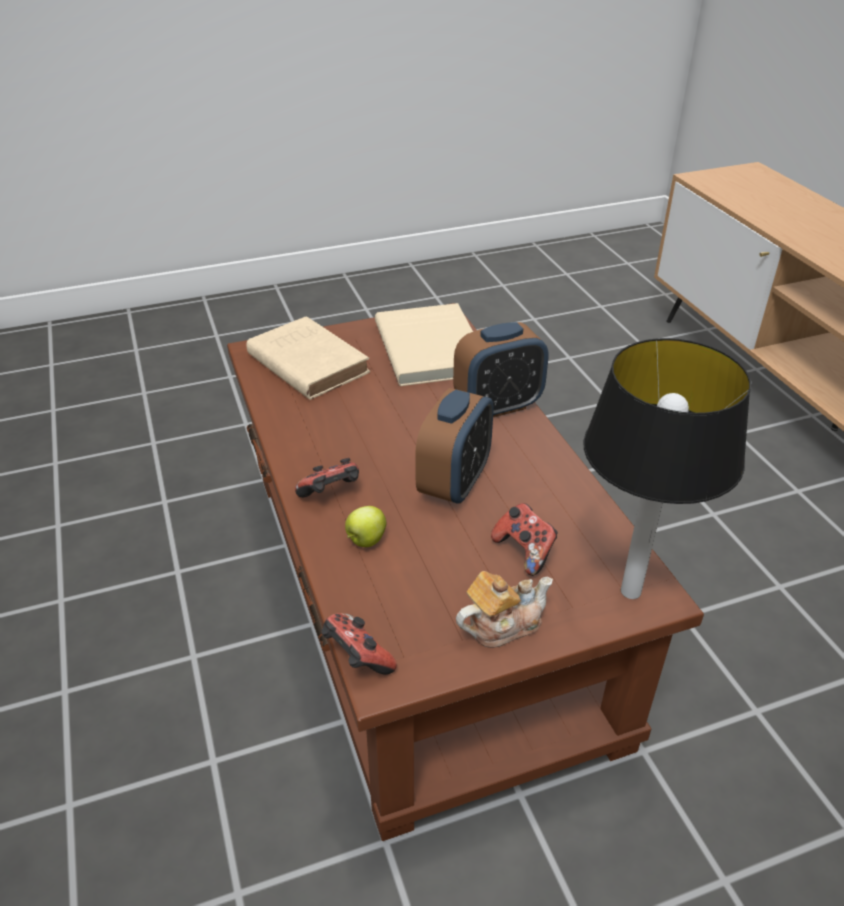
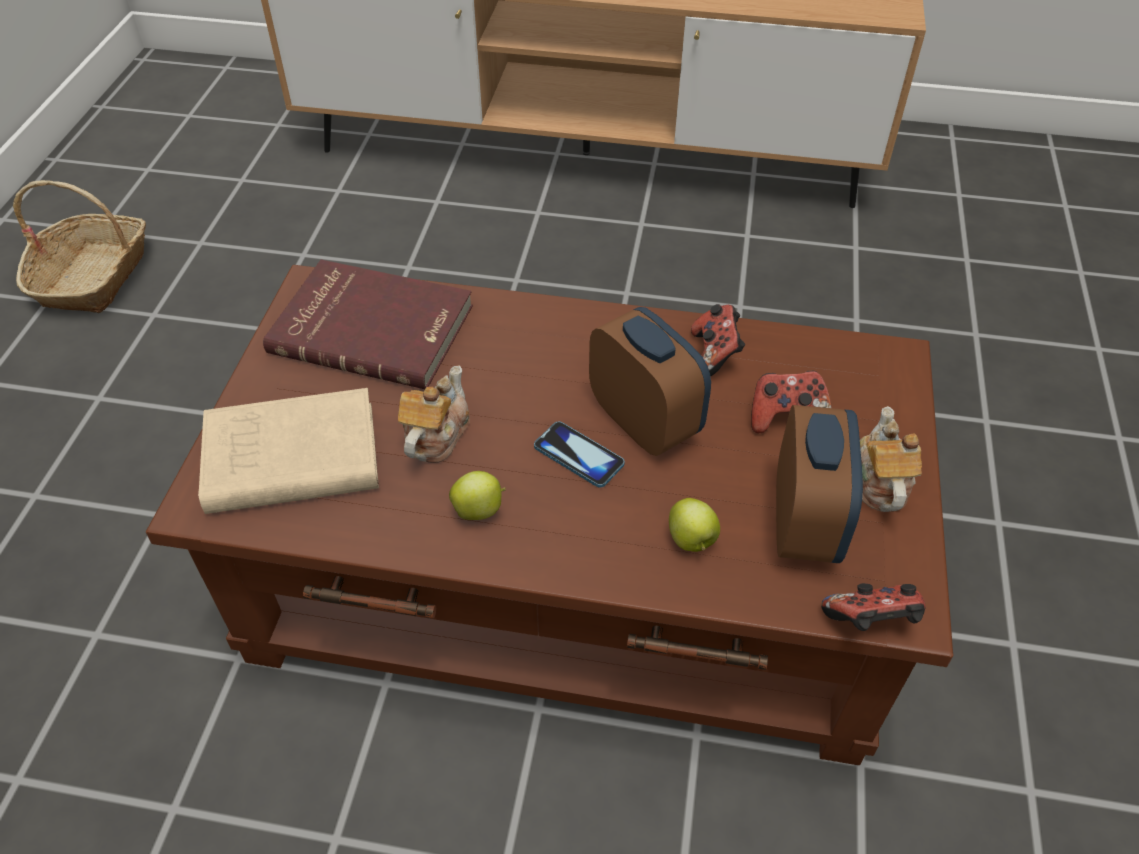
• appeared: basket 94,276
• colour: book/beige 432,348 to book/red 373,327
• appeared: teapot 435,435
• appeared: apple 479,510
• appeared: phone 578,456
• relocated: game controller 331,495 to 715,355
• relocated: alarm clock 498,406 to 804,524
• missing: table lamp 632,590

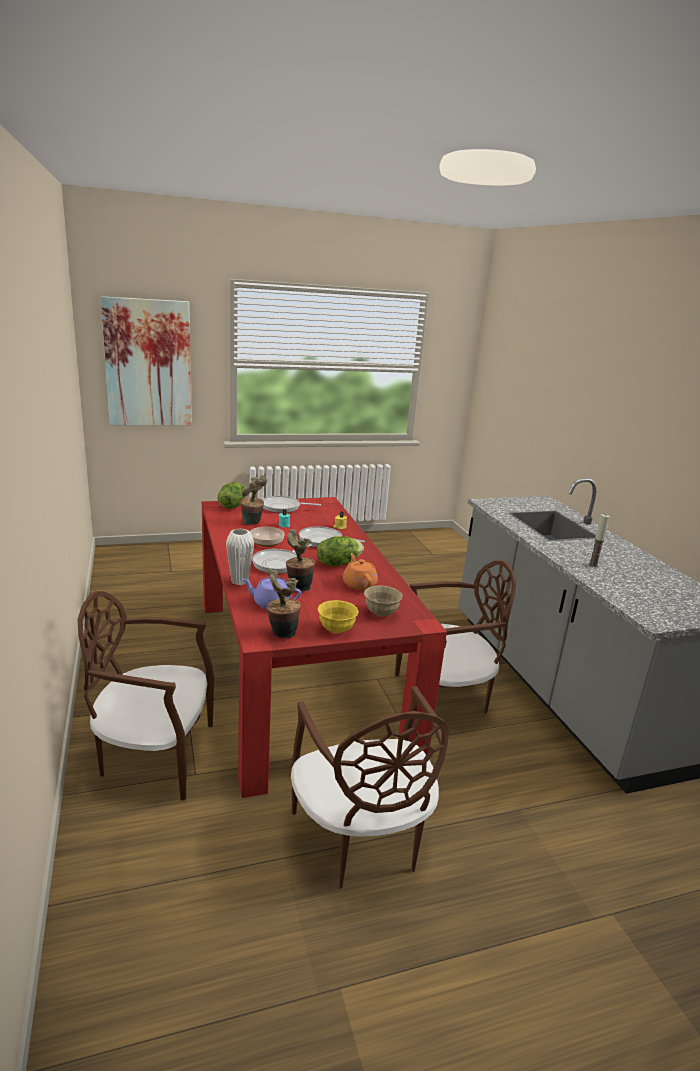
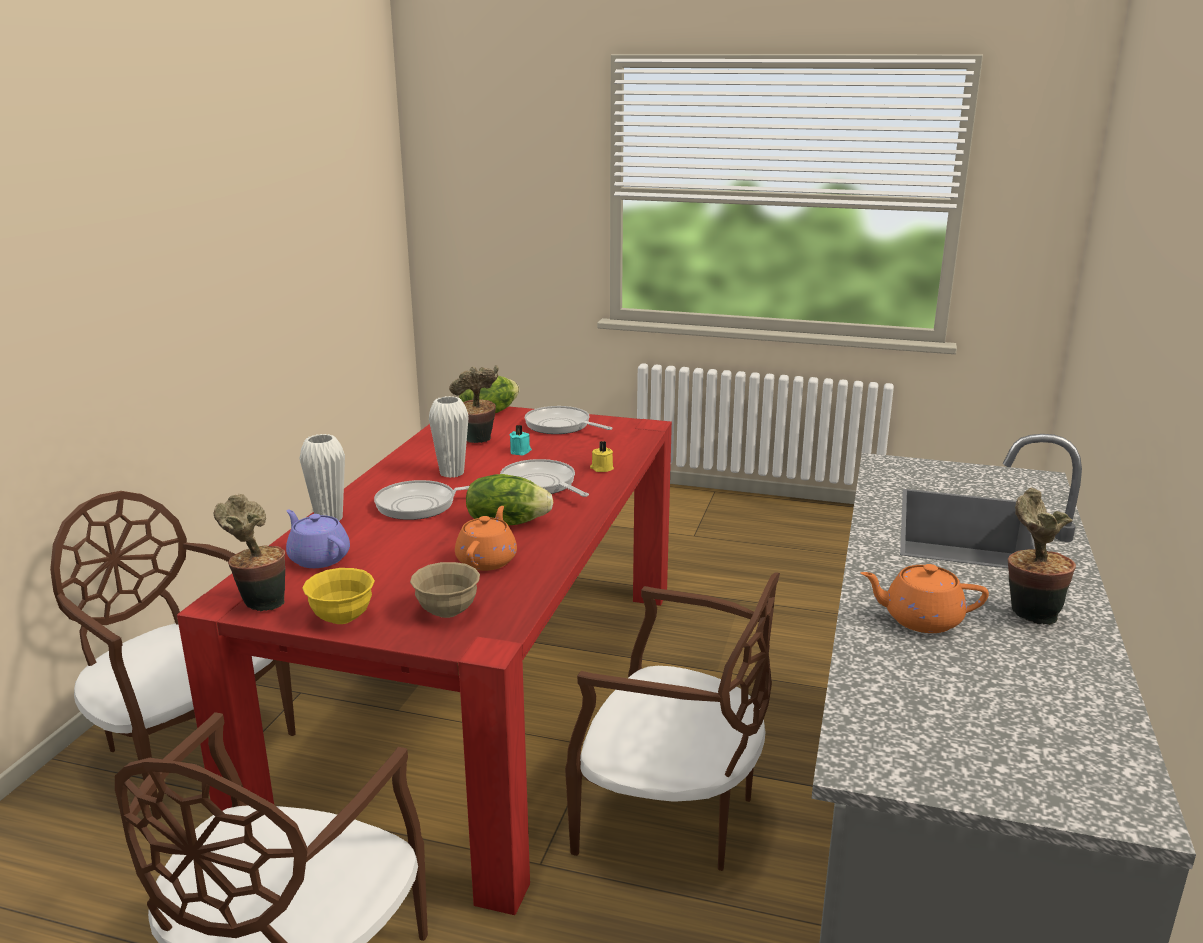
• exchanged: bowl 267,543 to vase/white 452,473
• exchanged: candle 593,565 to teapot/orange 920,619
• relocated: potted plant 298,587 to 1028,613
• missing: picture 148,363

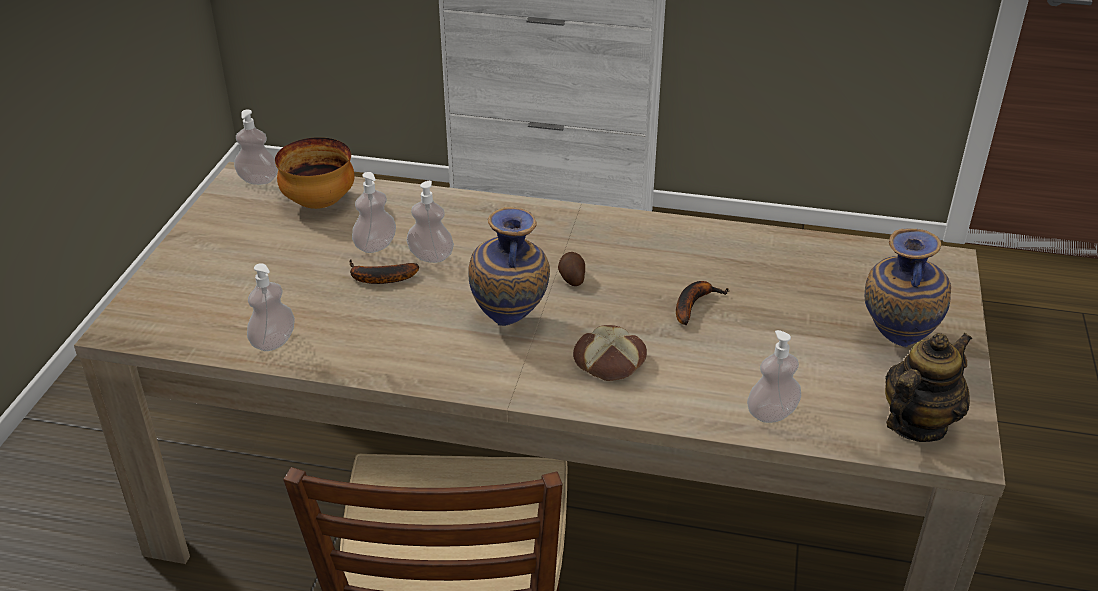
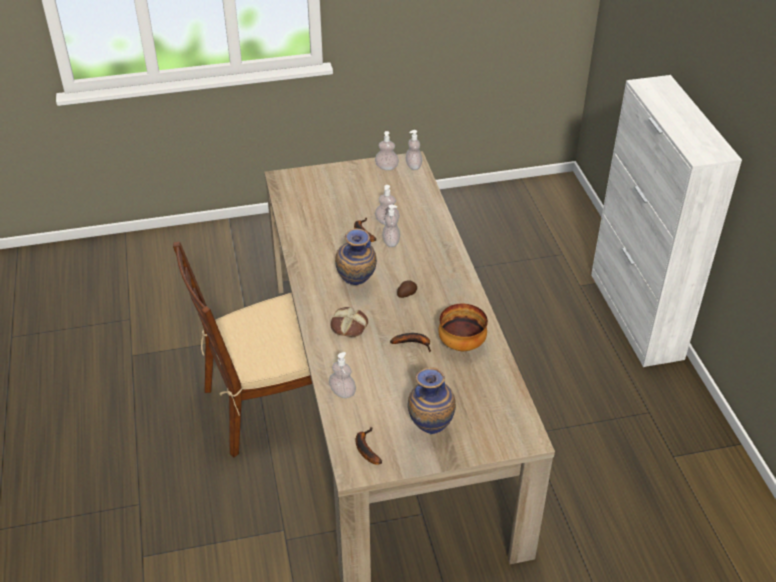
• exchanged: teapot 916,424 to banana 365,448
• relocated: soap dispenser 273,342 to 386,167
• relocated: bowl 319,203 to 461,344

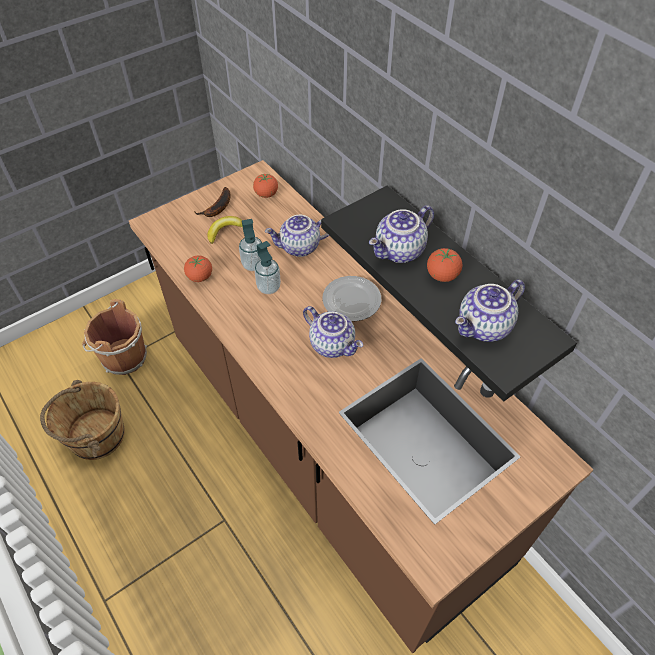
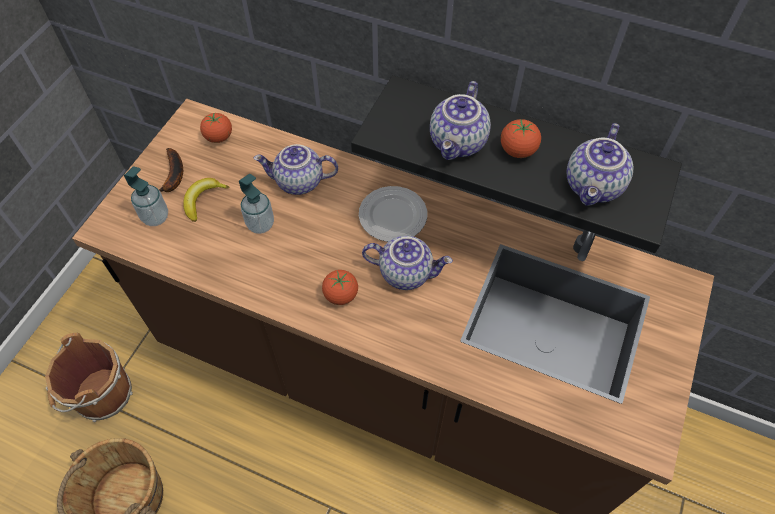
• relocated: soap dispenser 268,287 to 155,217
• spun: teapot 299,248 = 298,183 45 degrees clockwise
• relocated: tomato 200,277 to 341,295

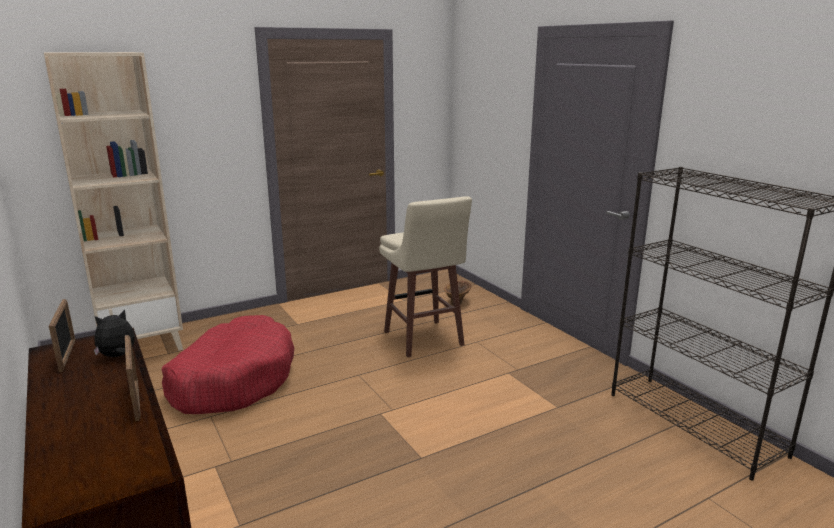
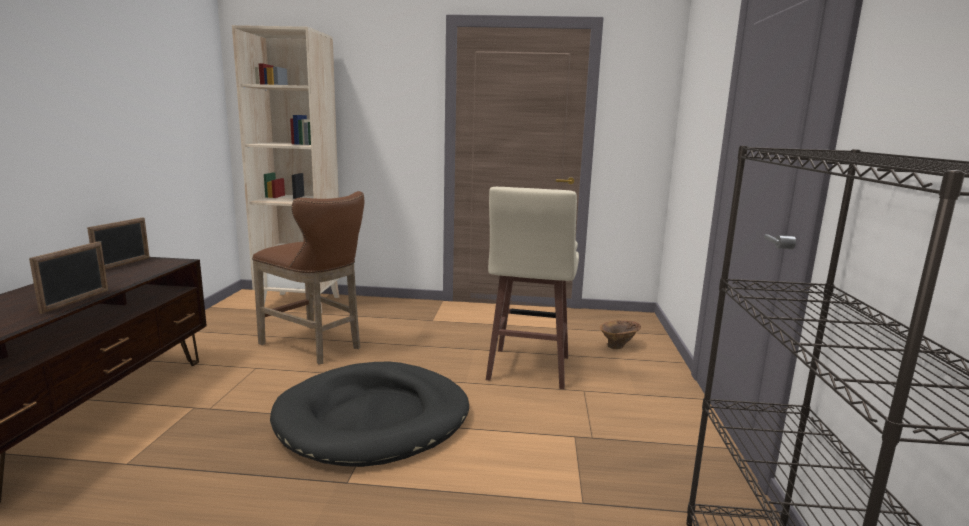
• exchanged: dog bed/red 233,380 to stool/brown 315,346
• appeared: dog bed/black 374,419
• missing: plush toy 118,356

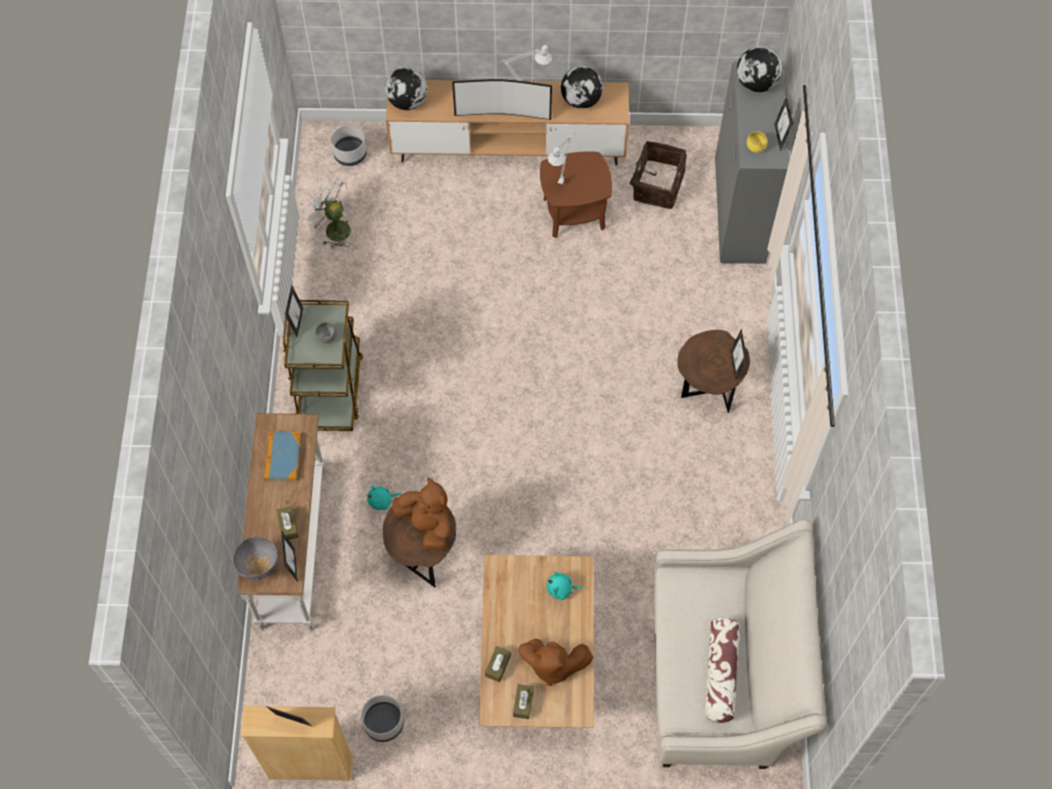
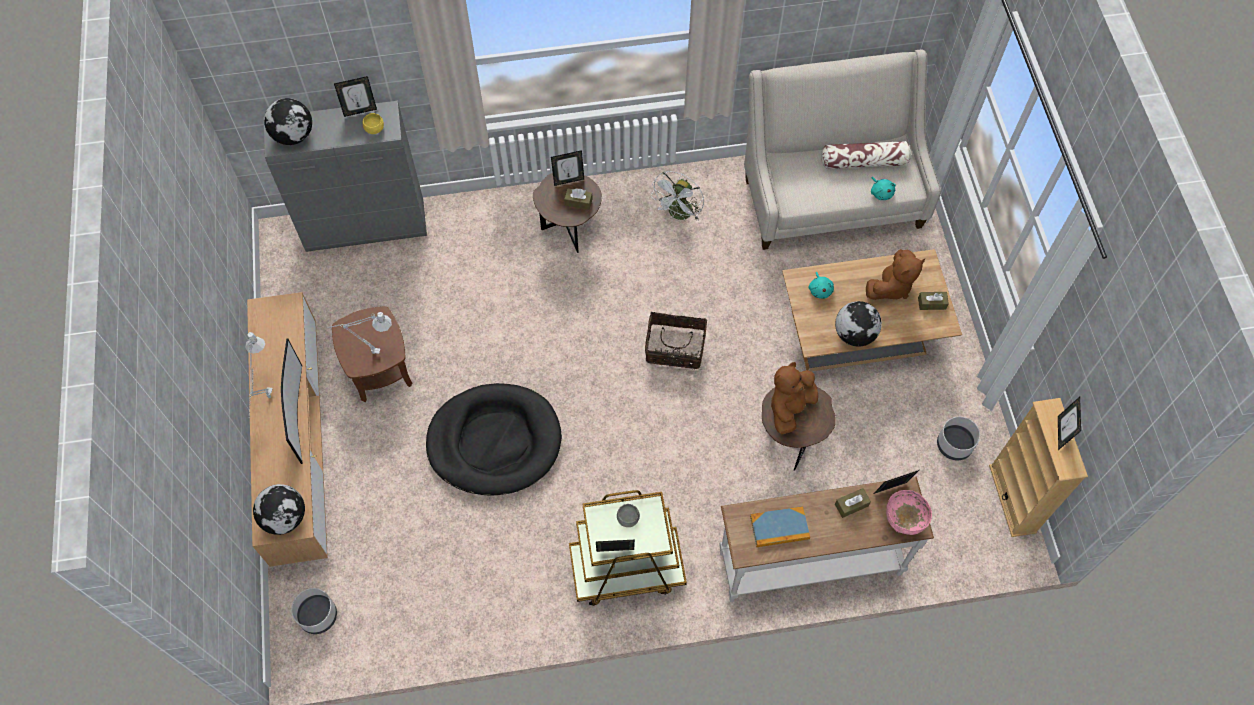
• appeared: dog bed/black 494,442
• relocated: tissue box/brown 498,666 to 578,202
• relocated: basket 656,184 to 674,349
• relocated: fan/white 332,229 to 679,215
• relocated: globe 581,100 to 854,334
• spun: plush toy/brown 552,665 = 891,286 45 degrees clockwise
• relocated: plush toy/turquoise 382,501 to 881,192
• colour: bowl/grey 259,568 to bowl/pink 903,521

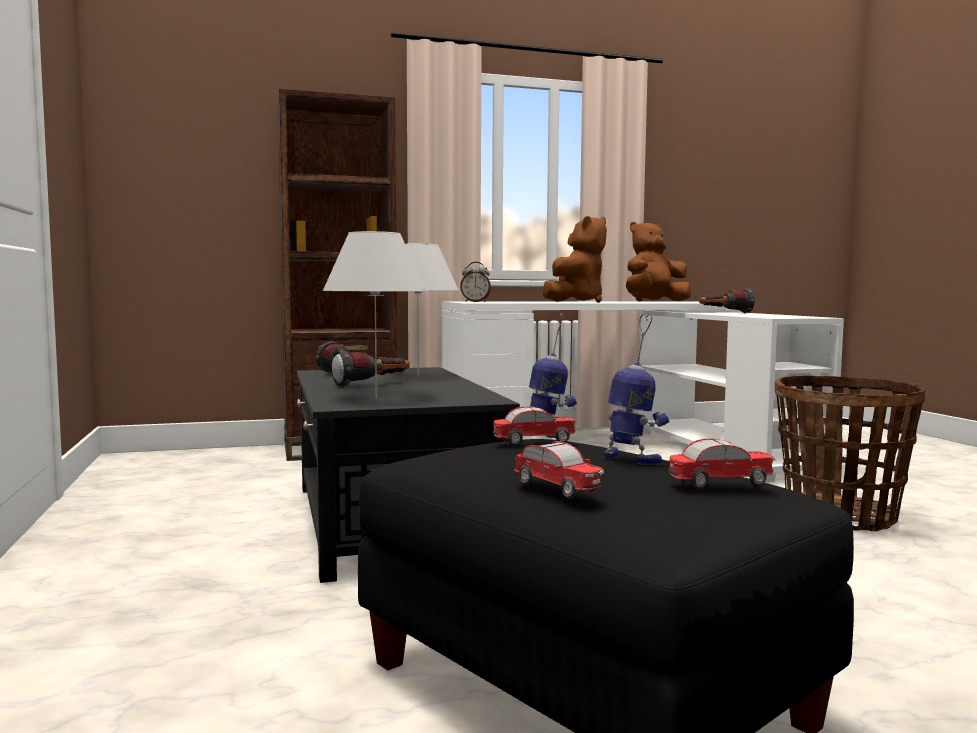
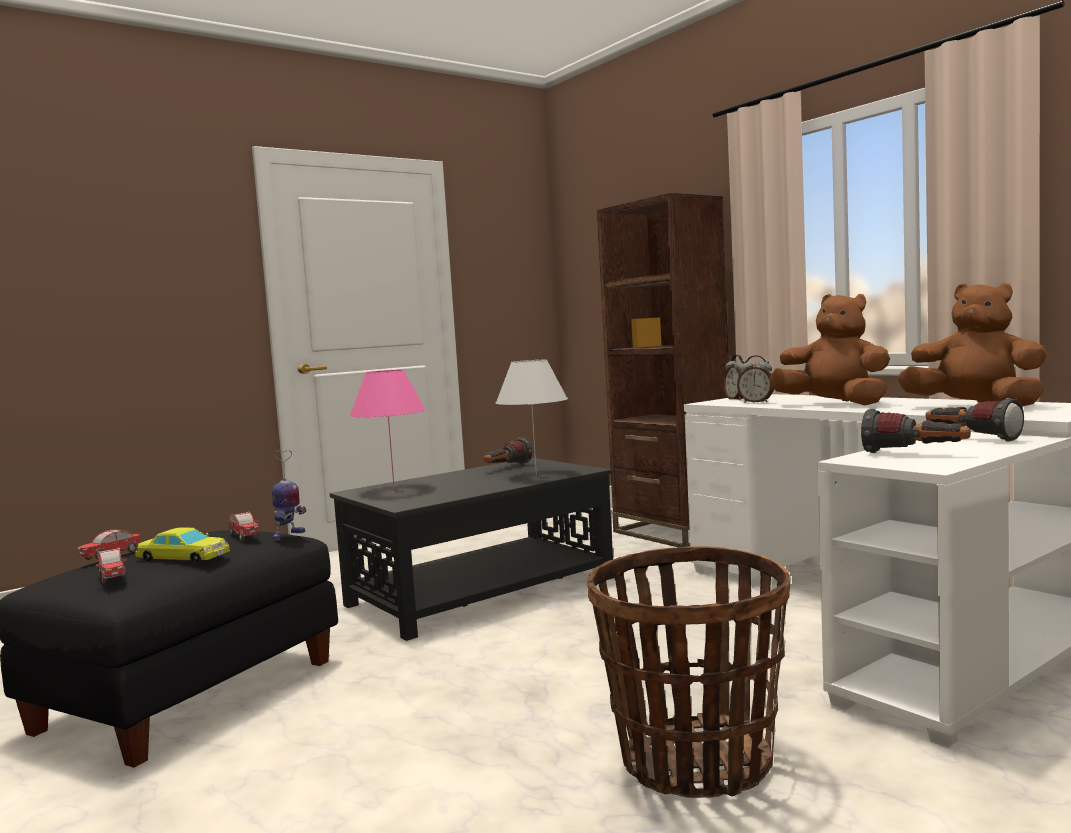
• exchanged: toy robot 632,460 to toy car/yellow 184,557
• colour: table lamp/white 375,398 to table lamp/pink 394,490
• appeared: alarm clock 756,402
• spun: plush toy/brown 576,302 = 834,404 150 degrees counterclockwise
• relocated: flashlight 372,384 to 914,454

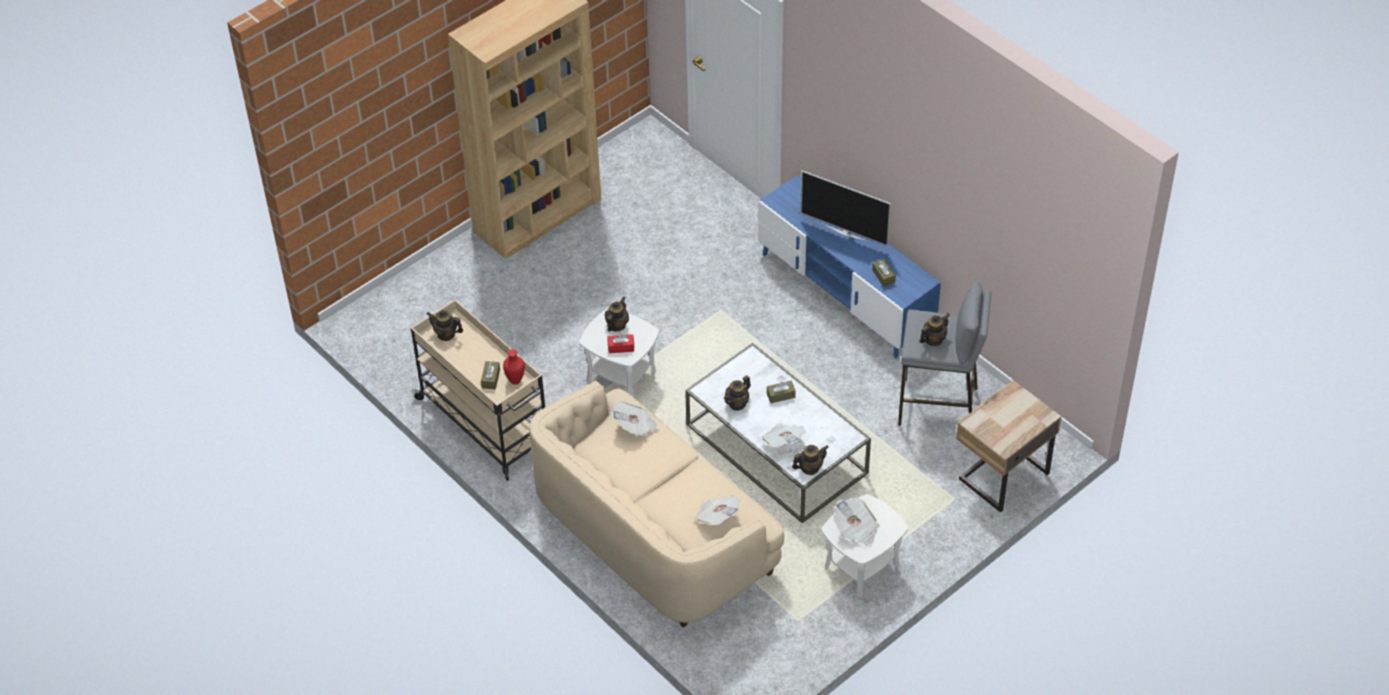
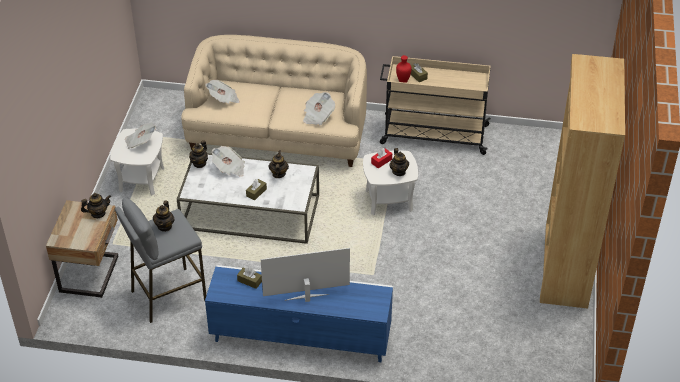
• relocated: teapot 446,334 to 98,213

